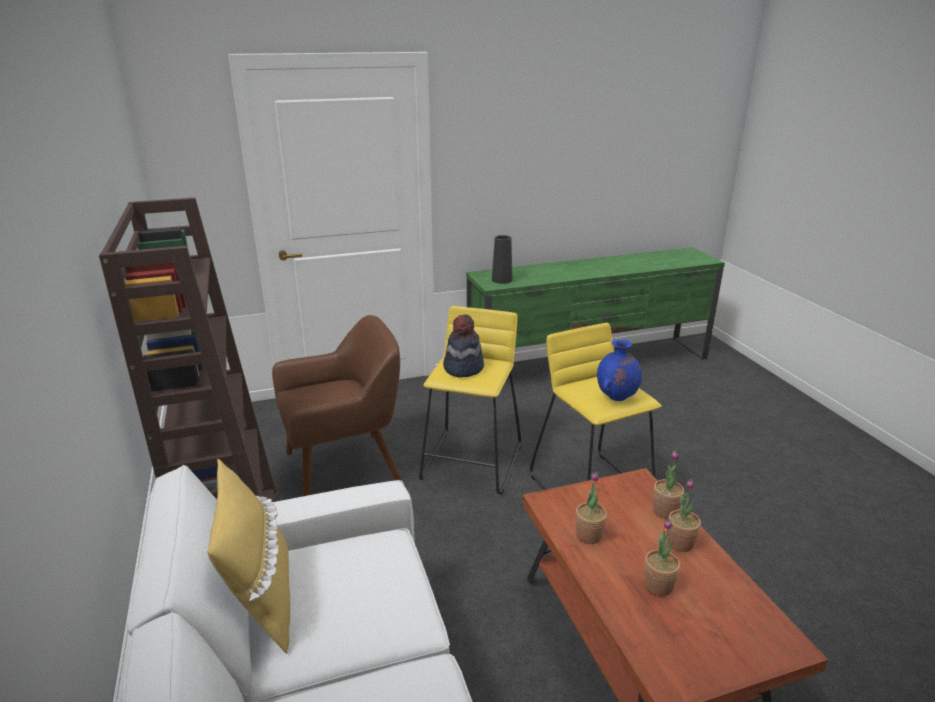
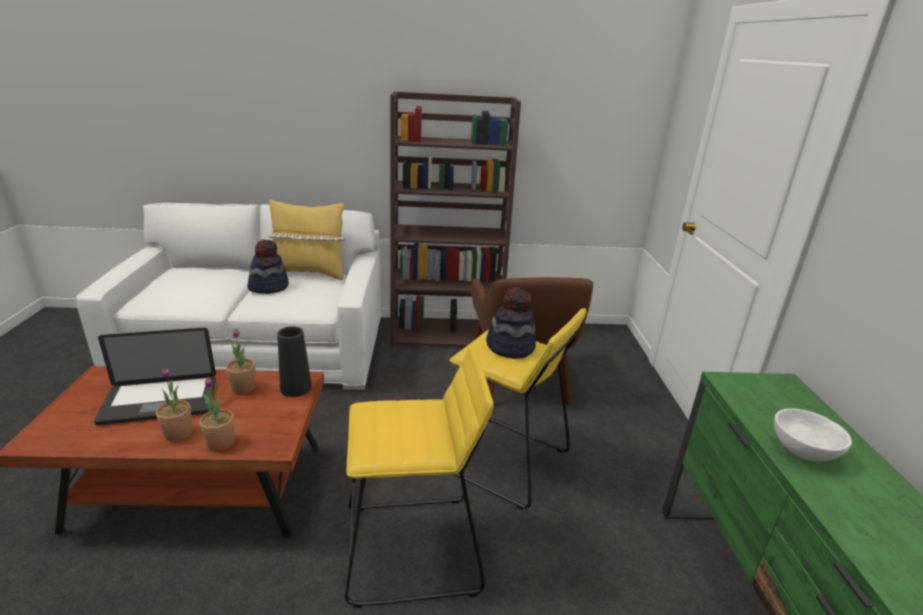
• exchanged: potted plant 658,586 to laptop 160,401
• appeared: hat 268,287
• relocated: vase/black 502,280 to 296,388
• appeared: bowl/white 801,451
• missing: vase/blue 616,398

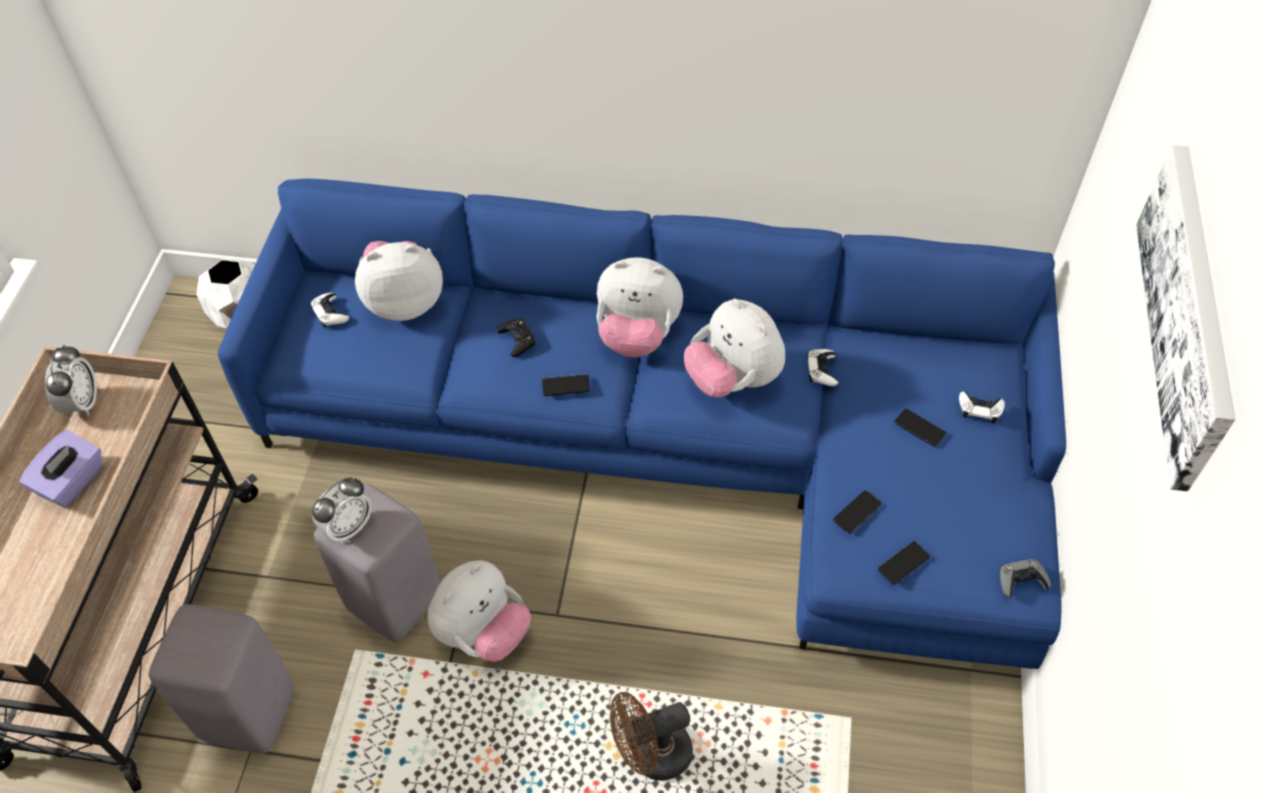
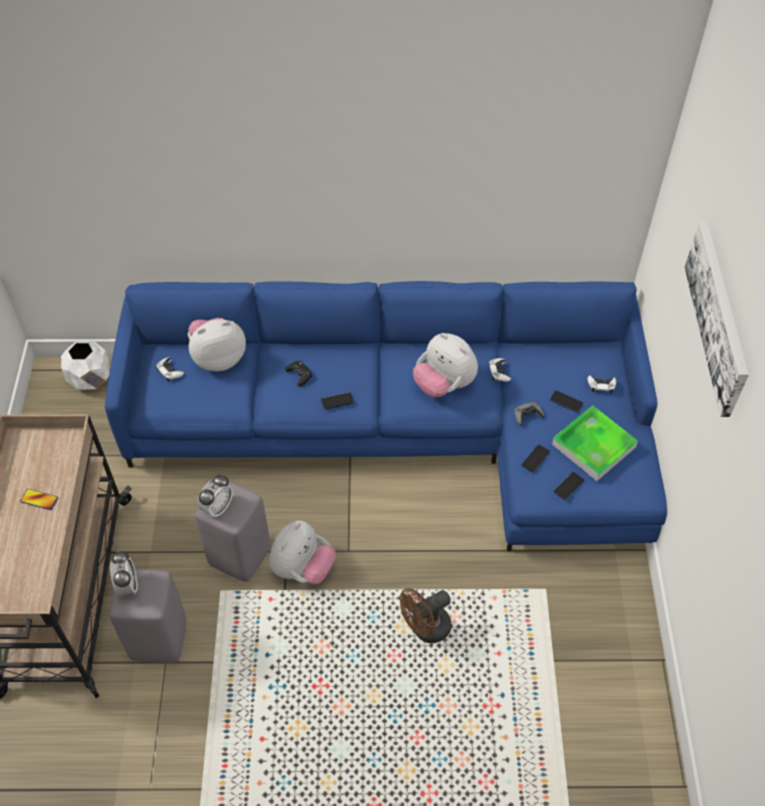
• exchanged: tissue box/purple 73,482 to phone 39,500
• relocated: alarm clock 82,403 to 127,586
• relocated: game controller/grey 1021,581 to 527,415
• appeared: tray 593,445
• missing: plush toy 637,335

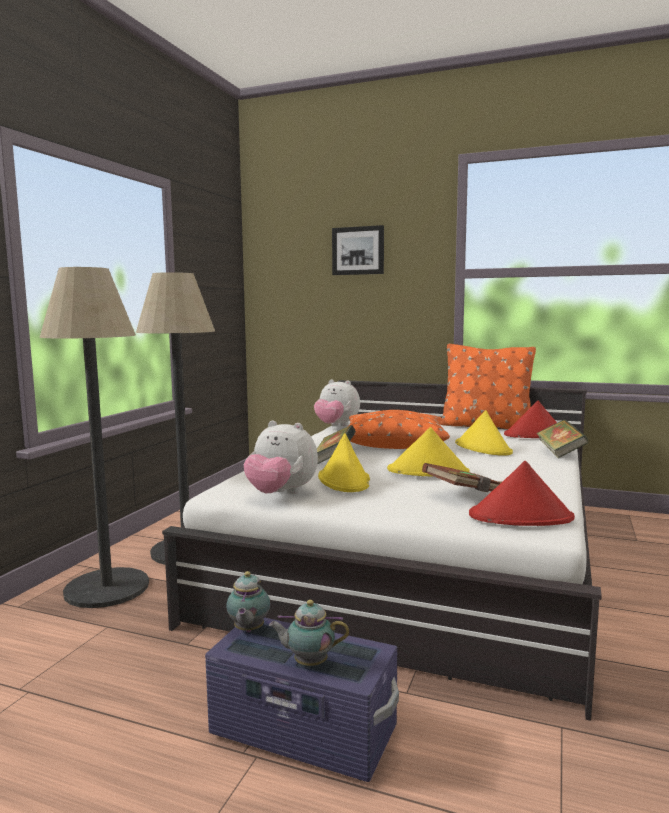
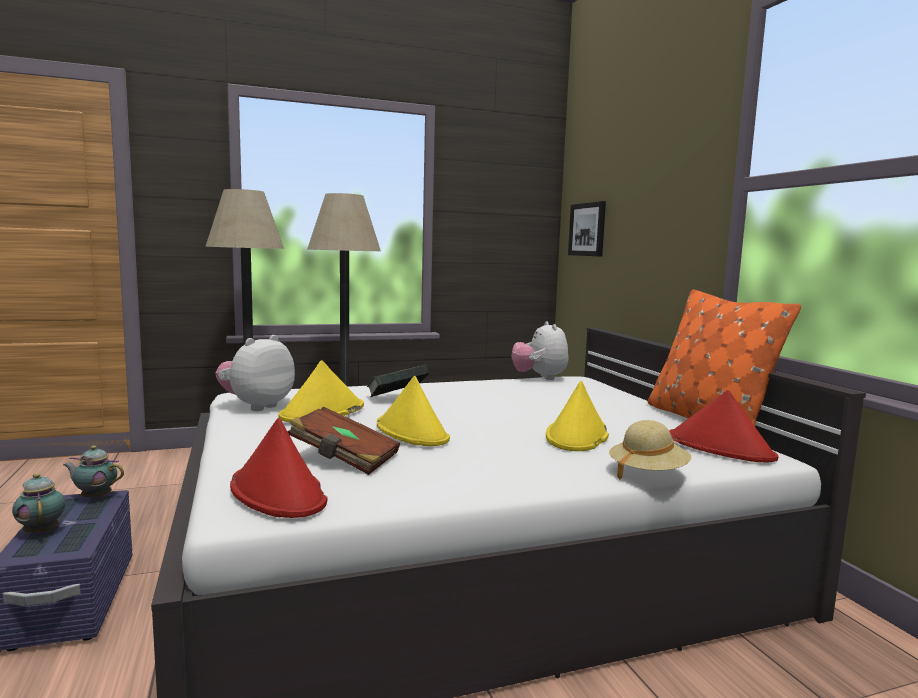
• spun: teapot 248,630 = 95,497 45 degrees clockwise
• spun: plush toy 281,494 = 256,406 45 degrees clockwise
• relocated: picture 358,251 to 587,229
• exchanged: book 560,453 to hat/beige 647,473
• missing: pillow/orange 394,442

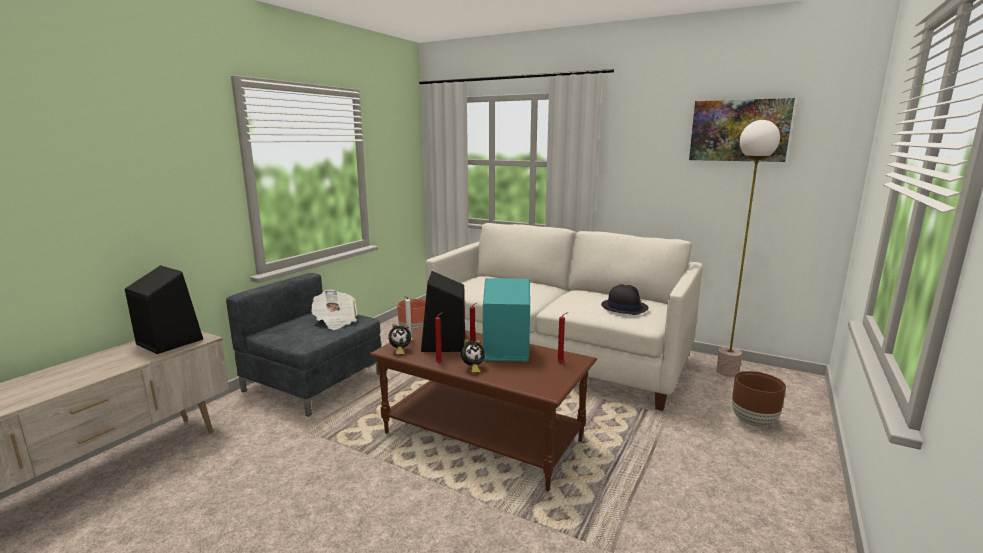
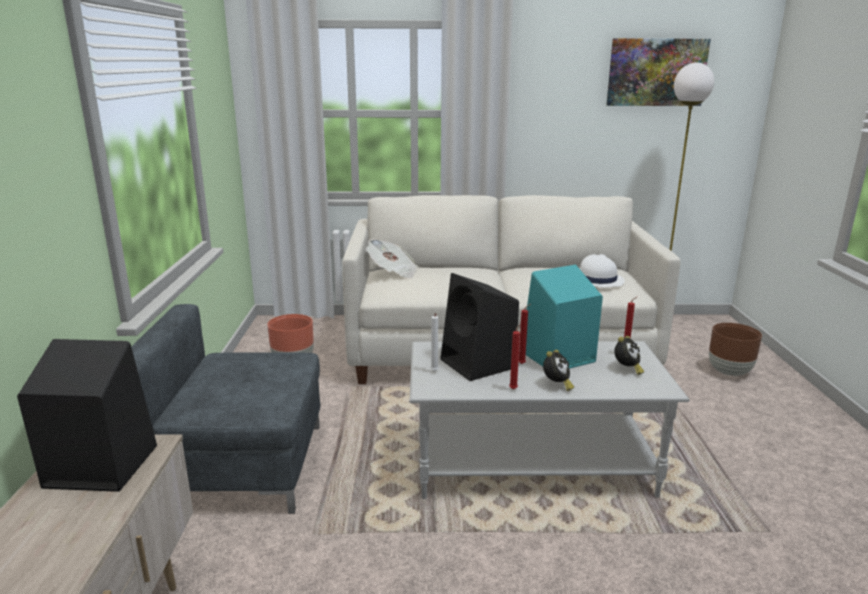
• relocated: newspaper 335,321 to 393,272
• colour: coffee table/brown 483,436 to coffee table/grey 532,464
• colour: hat/black 624,307 to hat/white 597,280
• relocated: alarm clock 399,351 to 627,369

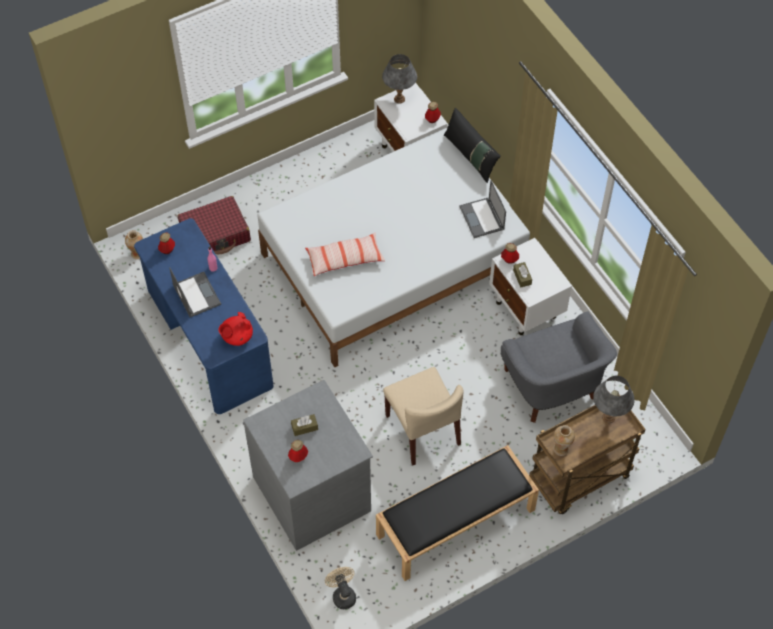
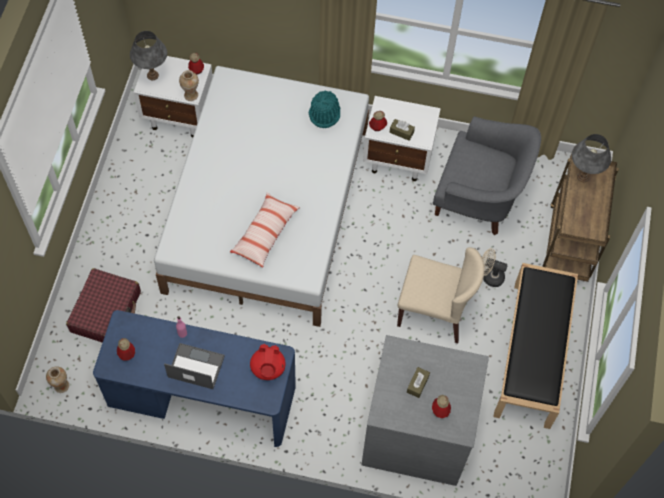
• relocated: vase 561,448 to 191,95
• exchanged: laptop 482,218 to hat/turquoise 325,113
• relocated: fan/beige 342,594 to 489,276
• missing: pillow/black 470,156

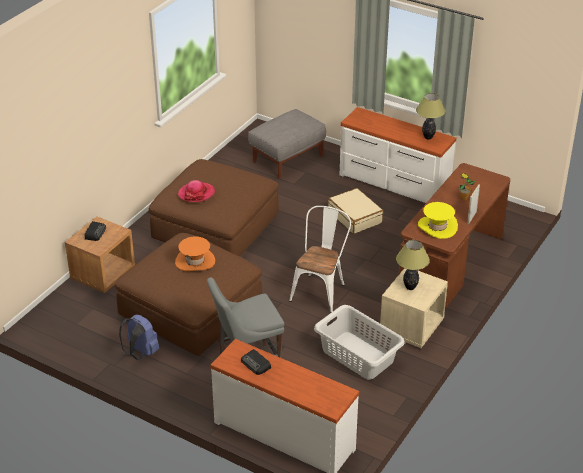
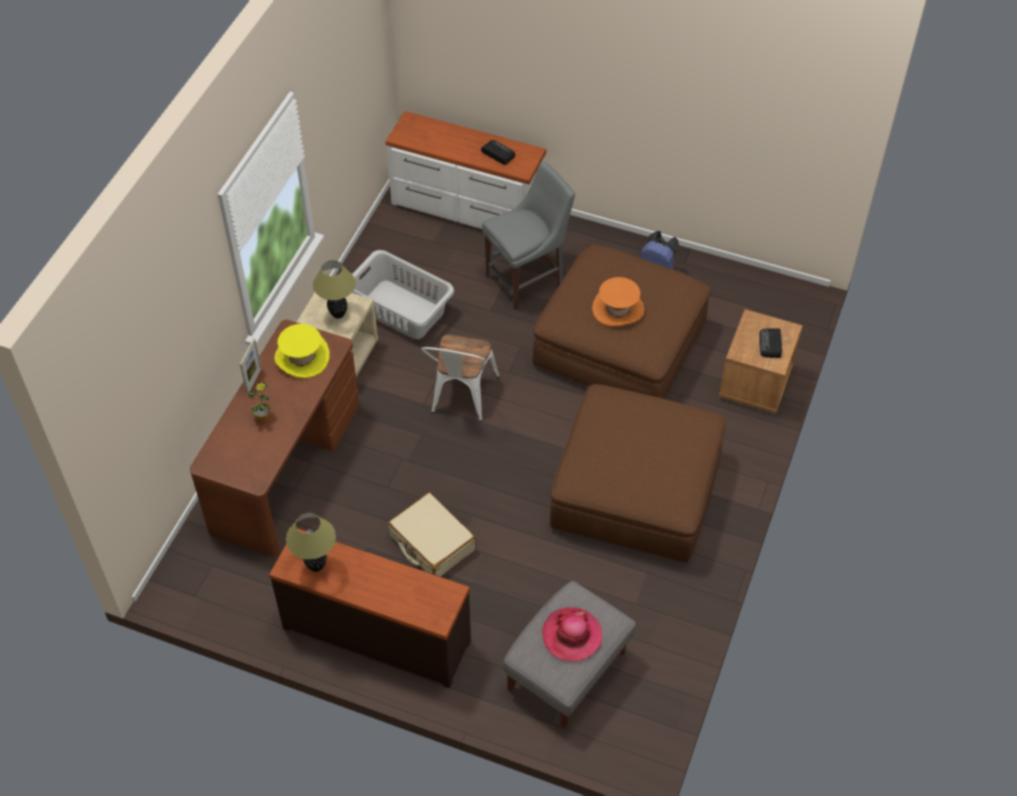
• colour: dresser/white 393,183 to dresser/brown 377,632
• relocated: hat 196,193 to 572,636

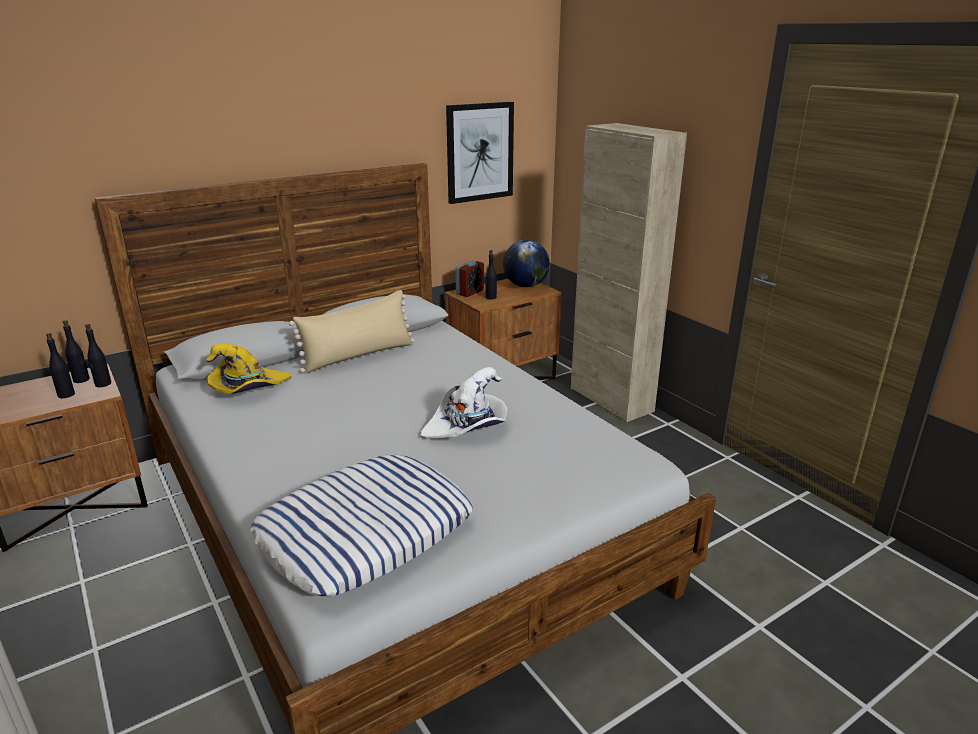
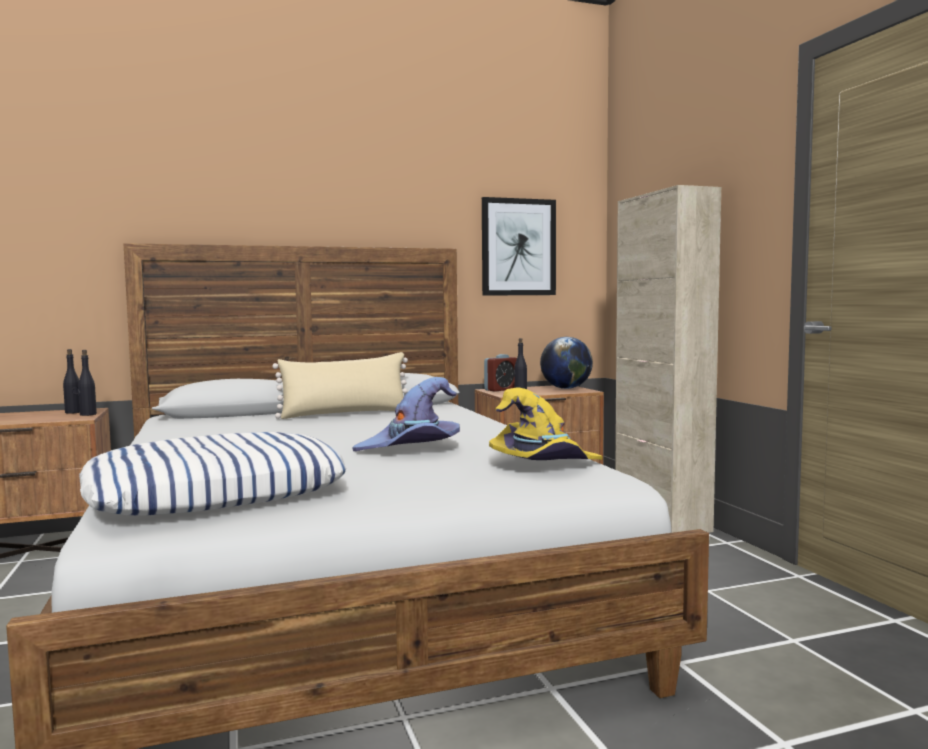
• colour: hat/white 467,426 to hat/purple 412,448
• relocated: hat/yellow 248,388 to 543,465
• missing: bottle/black 66,395

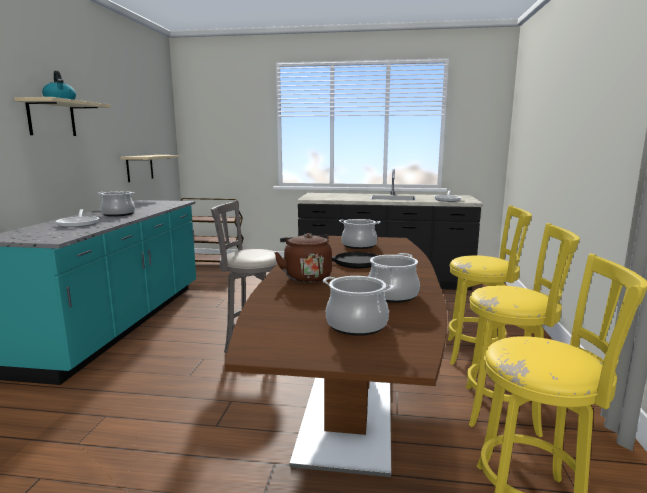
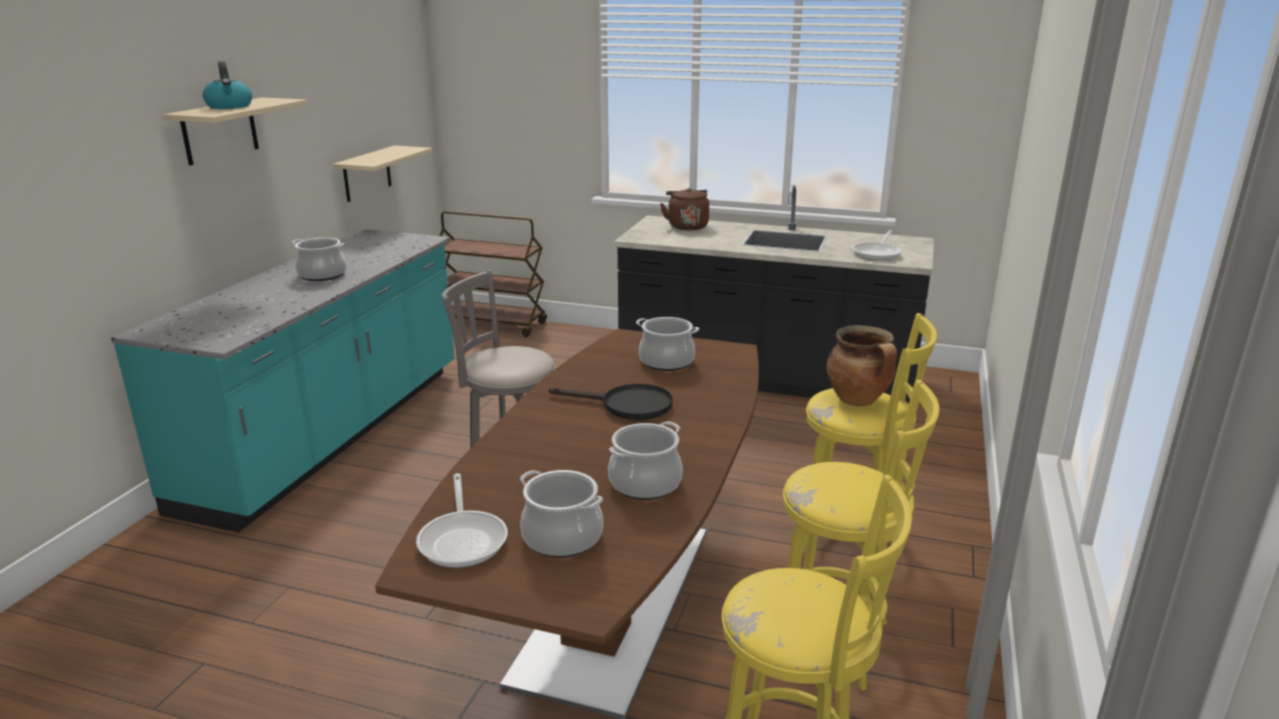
• relocated: frying pan 79,223 to 463,539
• relocated: kettle/brown 306,277 to 687,226
• appeared: cooking pot 859,400

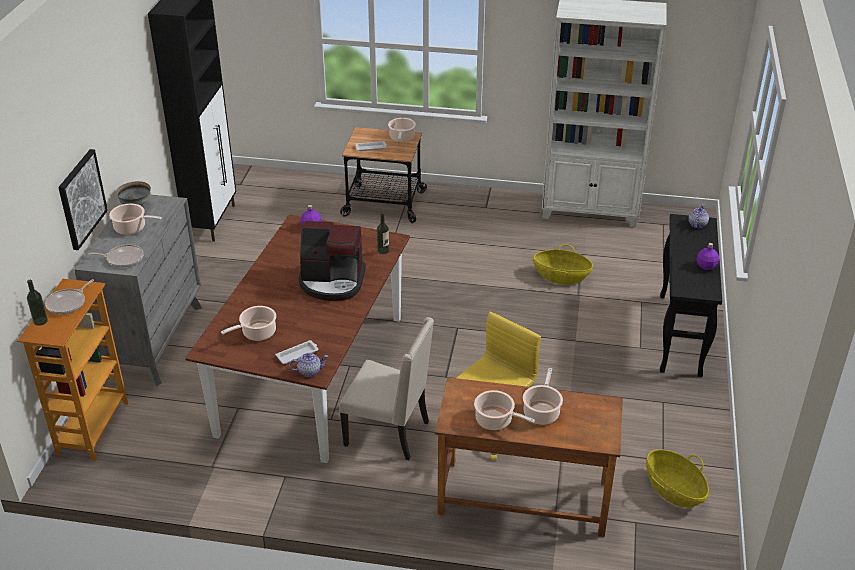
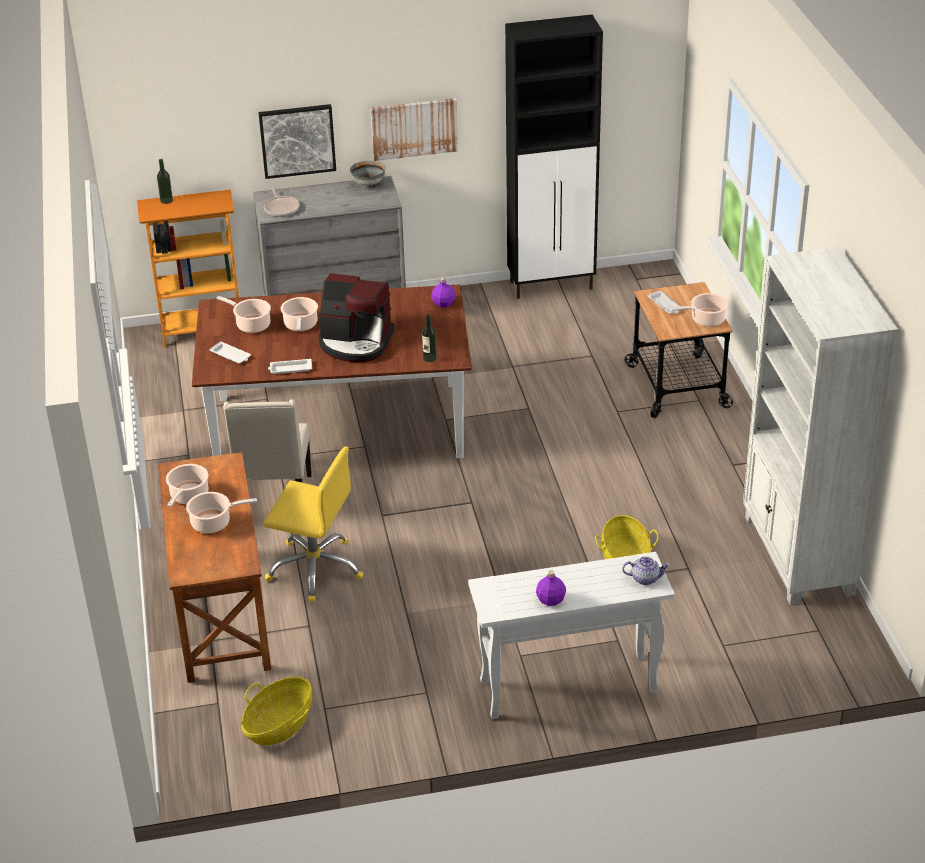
• appeared: tray/white 290,369
• relocated: cooking pot 132,228 to 300,325
• spun: coffee machine 332,282 = 355,342 60 degrees counterclockwise
• appeared: picture 414,128
• colour: console table/black 680,335 to console table/white 567,687
• missing: frying pan 68,303
• missing: teapot 309,371

